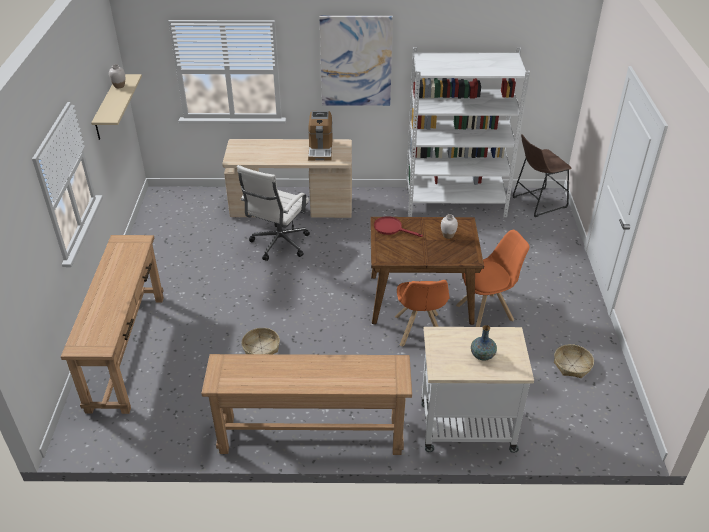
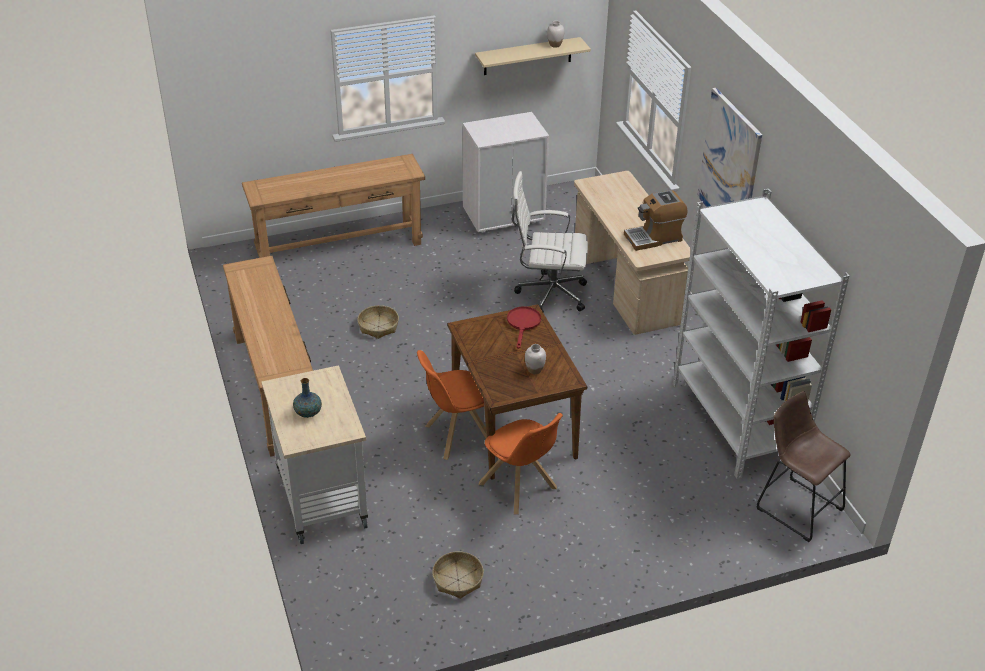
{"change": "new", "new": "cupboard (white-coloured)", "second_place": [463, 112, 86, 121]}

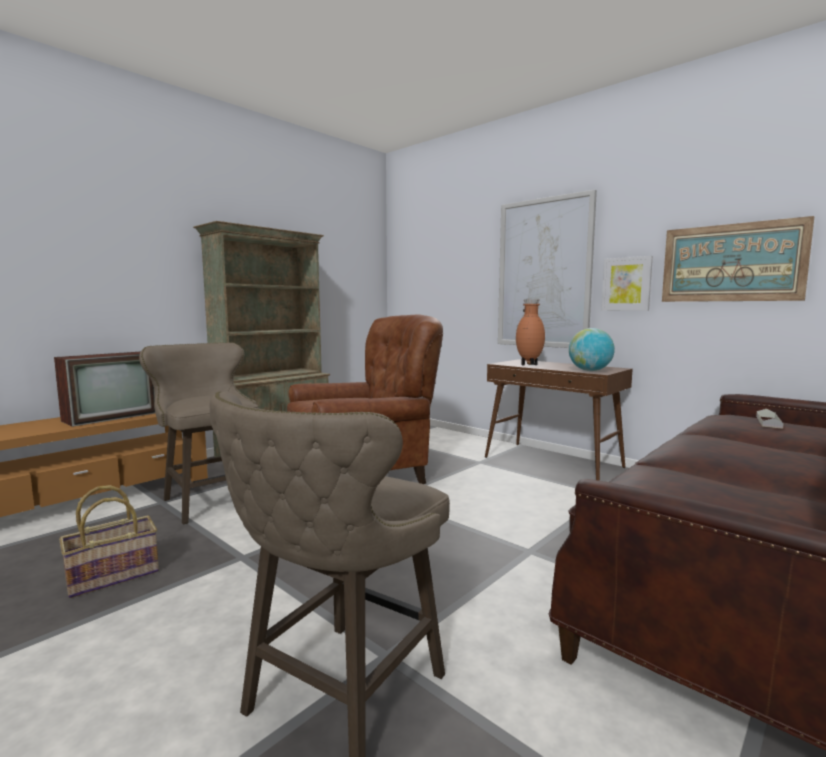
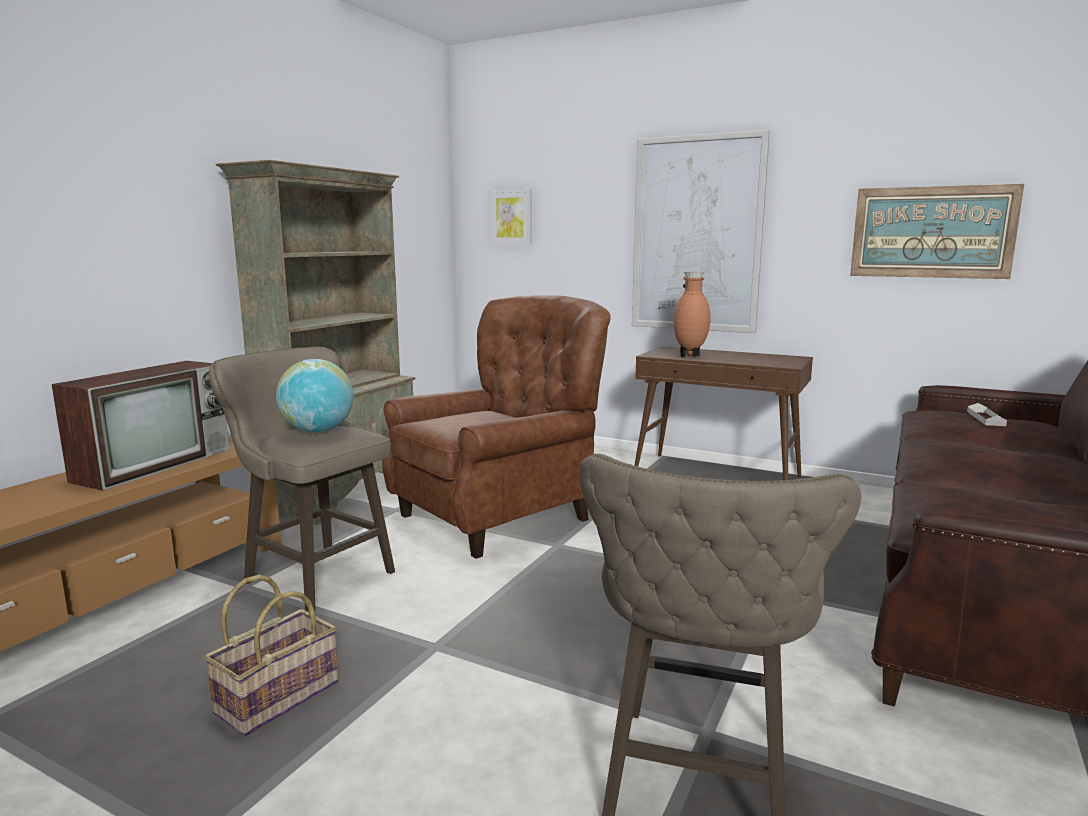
{"change": "shifted", "old": "picture", "first_place": [601, 256, 52, 55], "second_place": [489, 189, 43, 56]}
{"change": "shifted", "old": "world globe", "first_place": [569, 328, 46, 43], "second_place": [276, 359, 78, 74]}

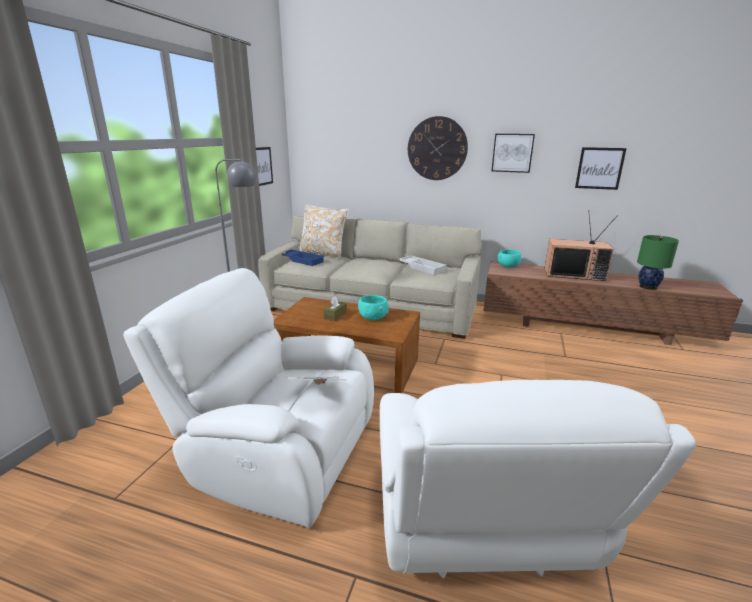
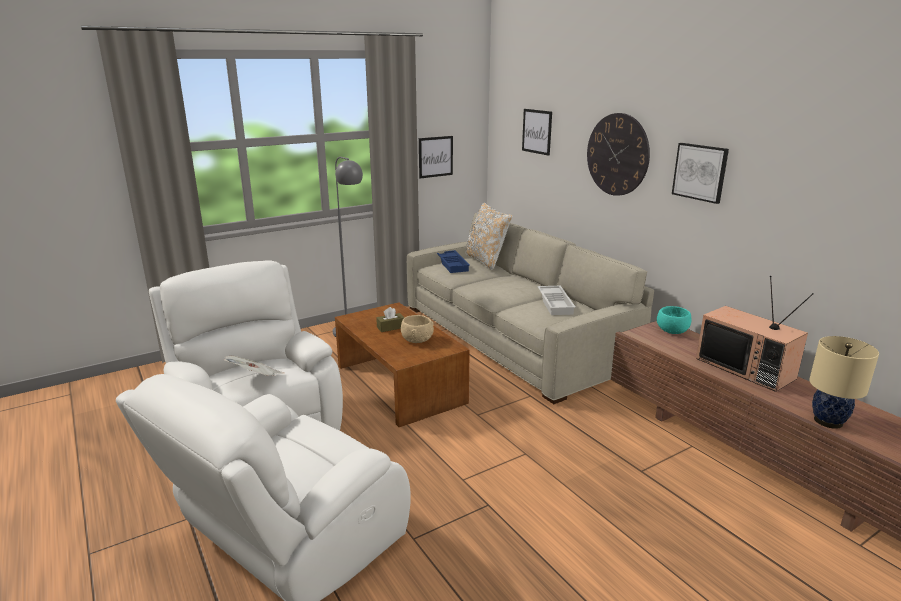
{"change": "shifted", "old": "picture", "first_place": [575, 147, 52, 43], "second_place": [522, 109, 30, 47]}
{"change": "repainted", "old": "lamp for a table (green-coloured)", "new": "lamp for a table (sand-coloured)", "first_place": [637, 235, 42, 55], "second_place": [809, 336, 70, 93]}
{"change": "repainted", "old": "deep dish (turquoise)", "new": "deep dish (sand-coloured)", "first_place": [358, 295, 31, 25], "second_place": [401, 315, 33, 28]}

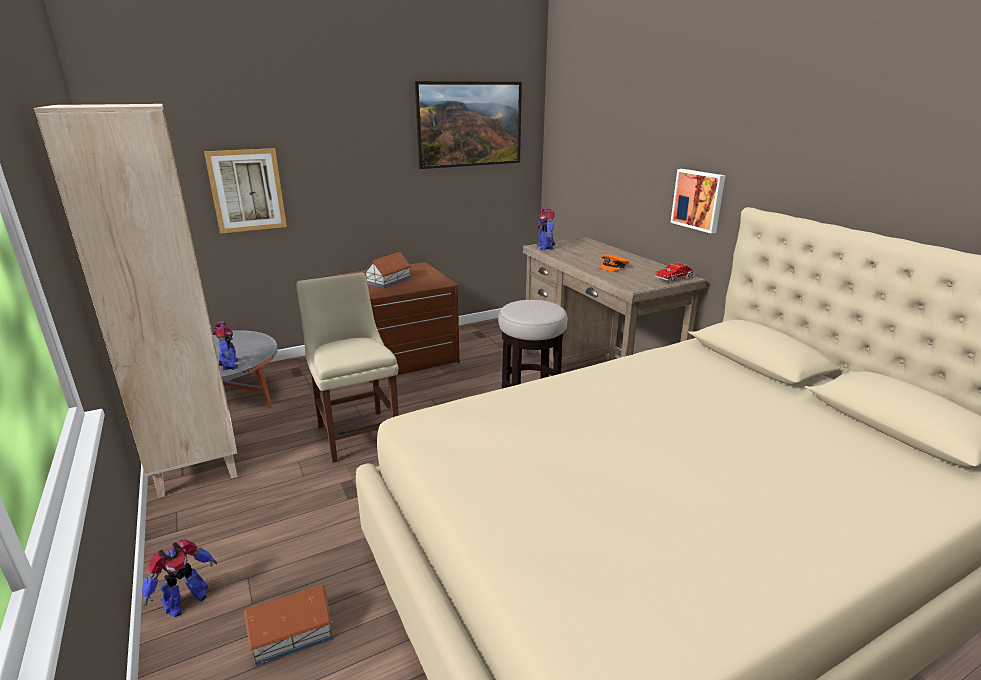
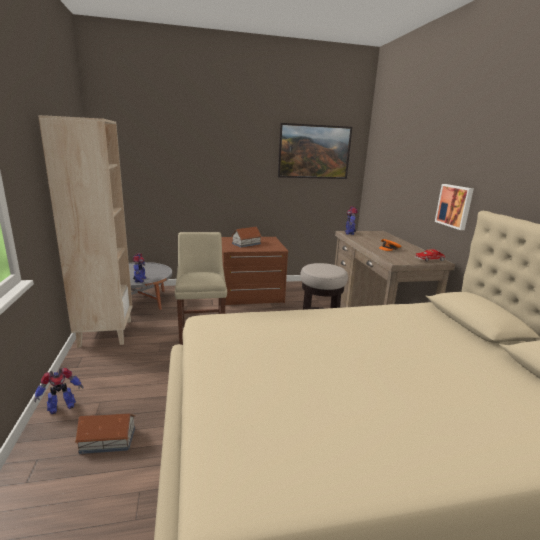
{"change": "gone", "old": "picture", "first_place": [204, 148, 83, 86]}

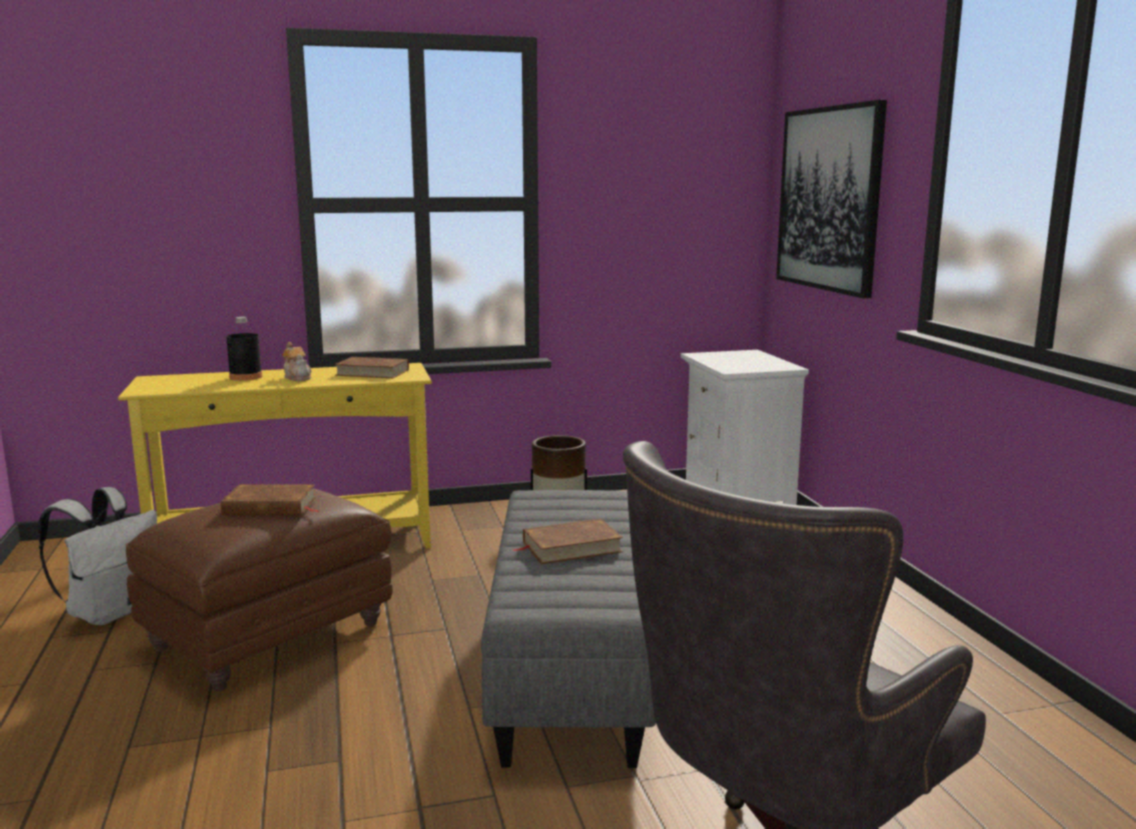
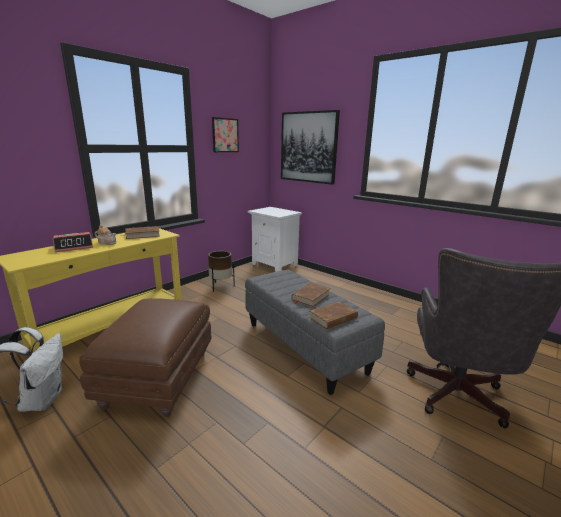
{"change": "swapped", "old": "drink bottle (blackish)", "new": "table clock", "first_place": [226, 317, 36, 64], "second_place": [53, 232, 40, 20]}
{"change": "shifted", "old": "bound book (brown)", "first_place": [221, 484, 98, 31], "second_place": [309, 301, 49, 28]}
{"change": "new", "new": "picture", "second_place": [212, 117, 27, 35]}

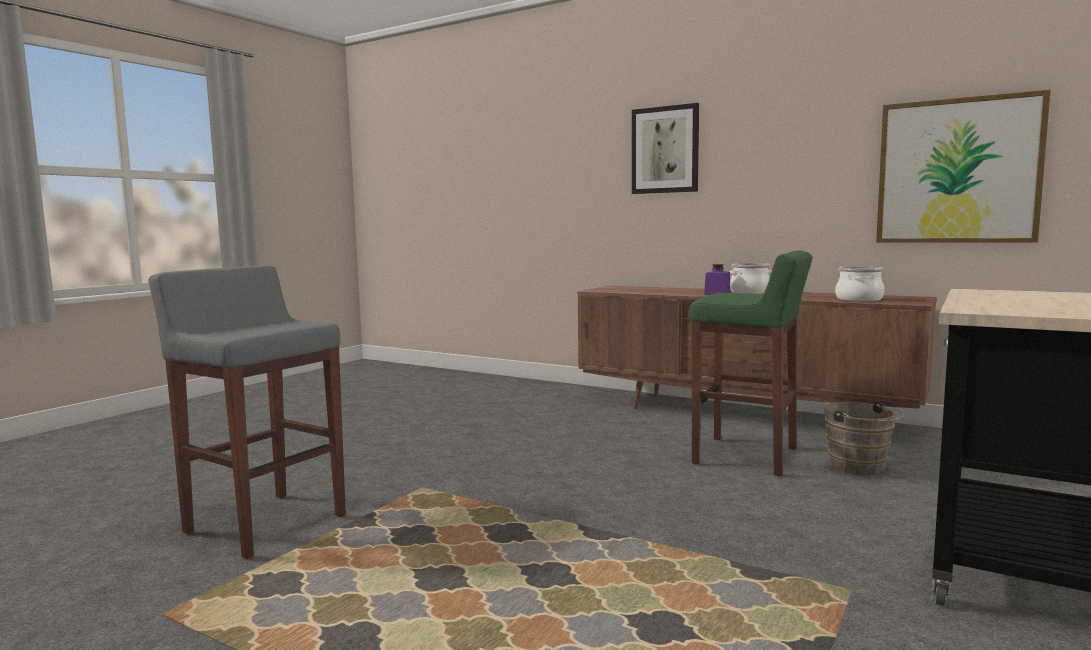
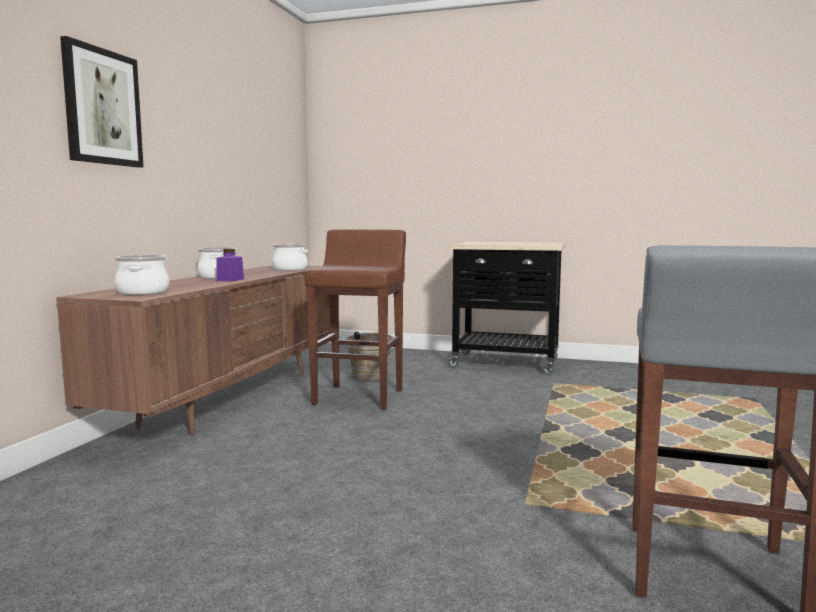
{"change": "gone", "old": "picture", "first_place": [876, 90, 175, 152]}
{"change": "repainted", "old": "stool (green-coloured)", "new": "stool (brown)", "first_place": [689, 251, 123, 225], "second_place": [305, 229, 101, 181]}
{"change": "new", "new": "stockpot", "second_place": [114, 255, 55, 40]}

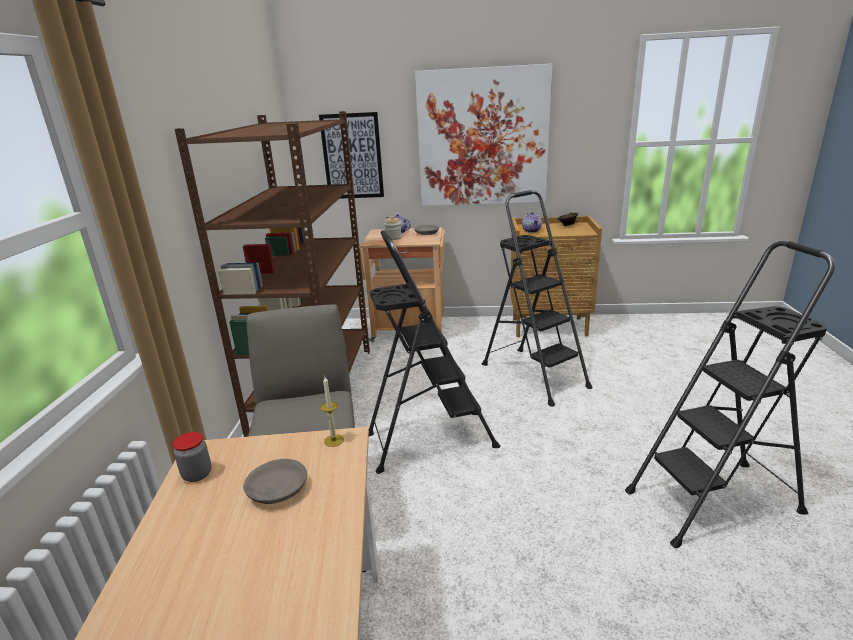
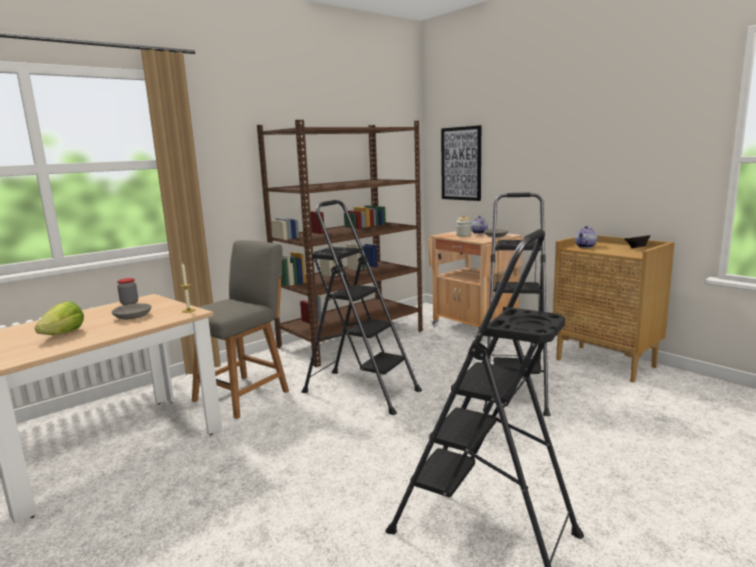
{"change": "gone", "old": "picture", "first_place": [415, 64, 137, 142]}
{"change": "new", "new": "lettuce", "second_place": [35, 301, 49, 34]}

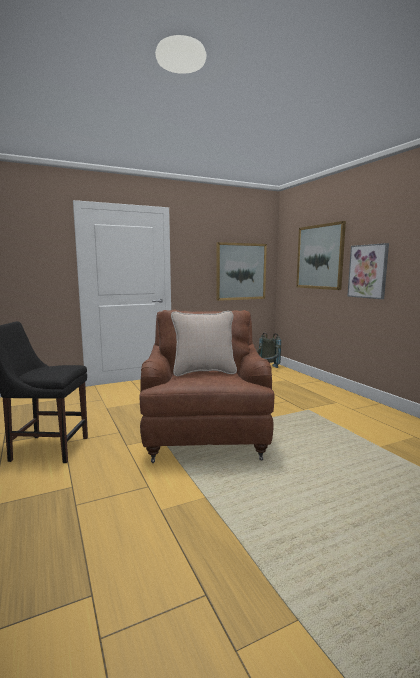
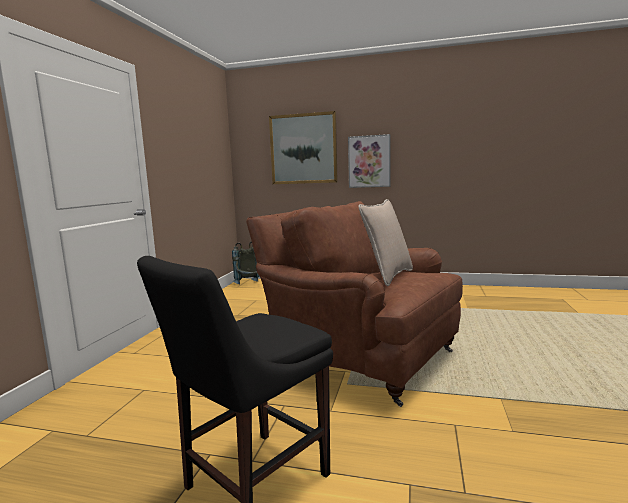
{"change": "gone", "old": "picture", "first_place": [216, 242, 51, 59]}

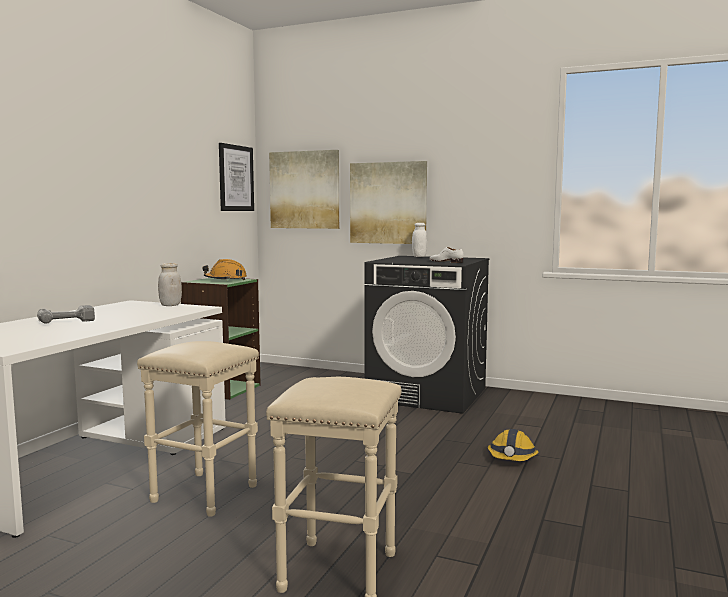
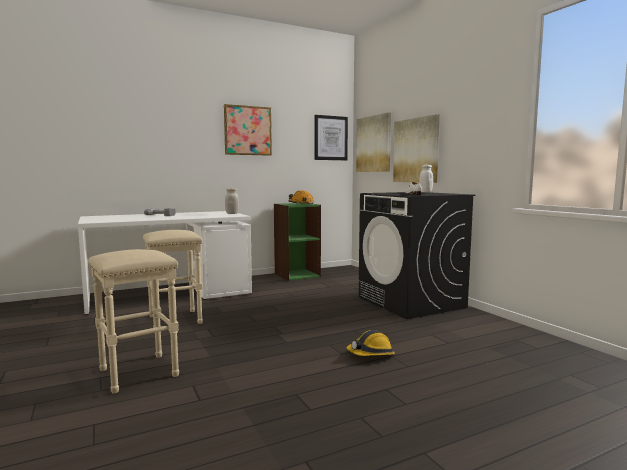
{"change": "new", "new": "picture", "second_place": [224, 104, 48, 52]}

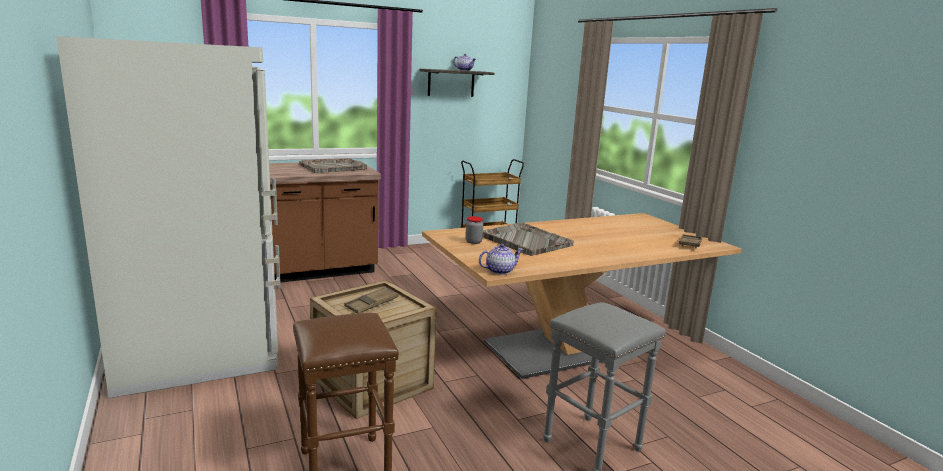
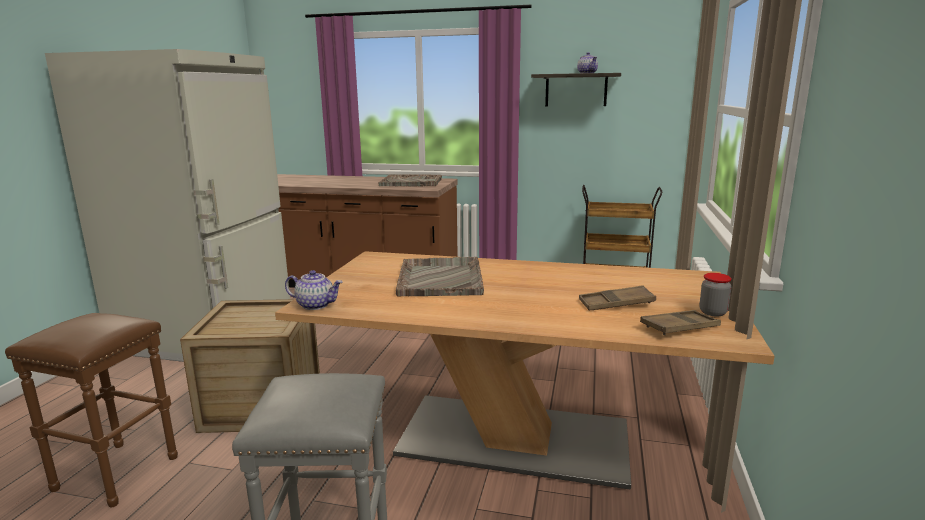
{"change": "shifted", "old": "jar", "first_place": [465, 216, 18, 28], "second_place": [700, 273, 32, 44]}
{"change": "shifted", "old": "serving tray (brown)", "first_place": [345, 287, 54, 26], "second_place": [579, 285, 77, 25]}

